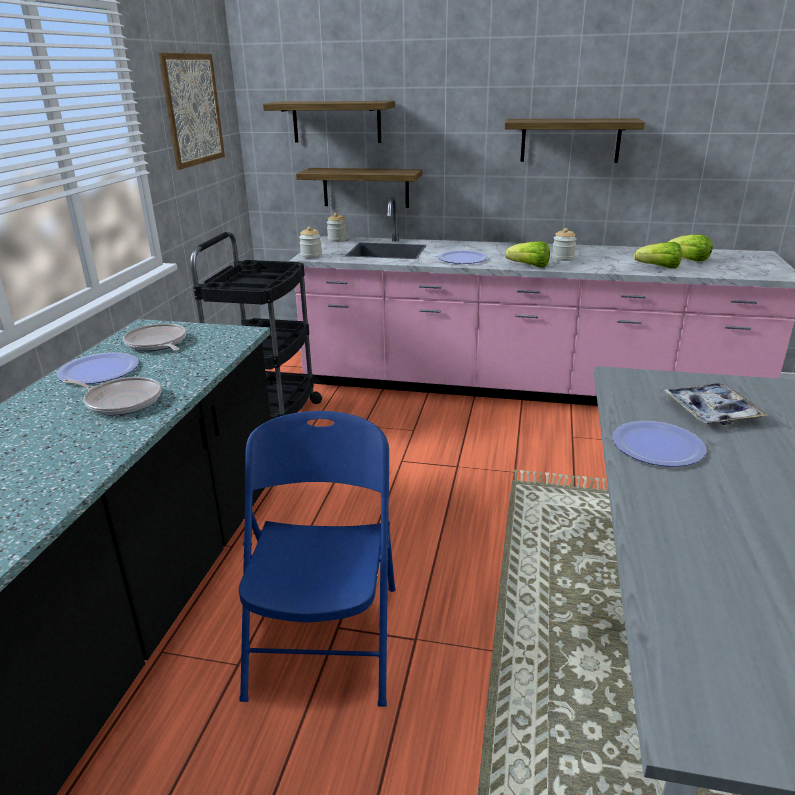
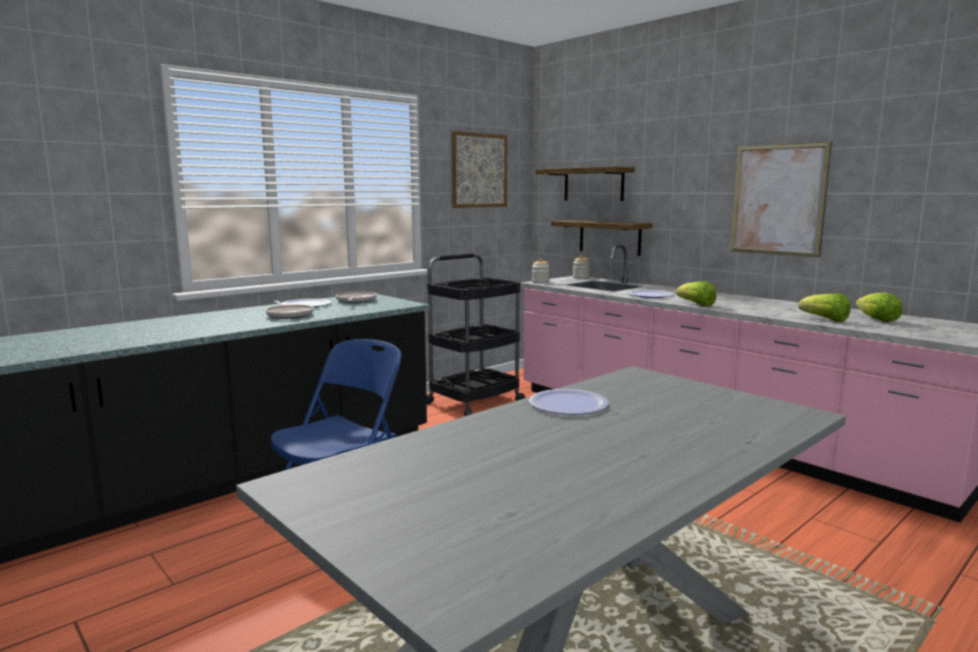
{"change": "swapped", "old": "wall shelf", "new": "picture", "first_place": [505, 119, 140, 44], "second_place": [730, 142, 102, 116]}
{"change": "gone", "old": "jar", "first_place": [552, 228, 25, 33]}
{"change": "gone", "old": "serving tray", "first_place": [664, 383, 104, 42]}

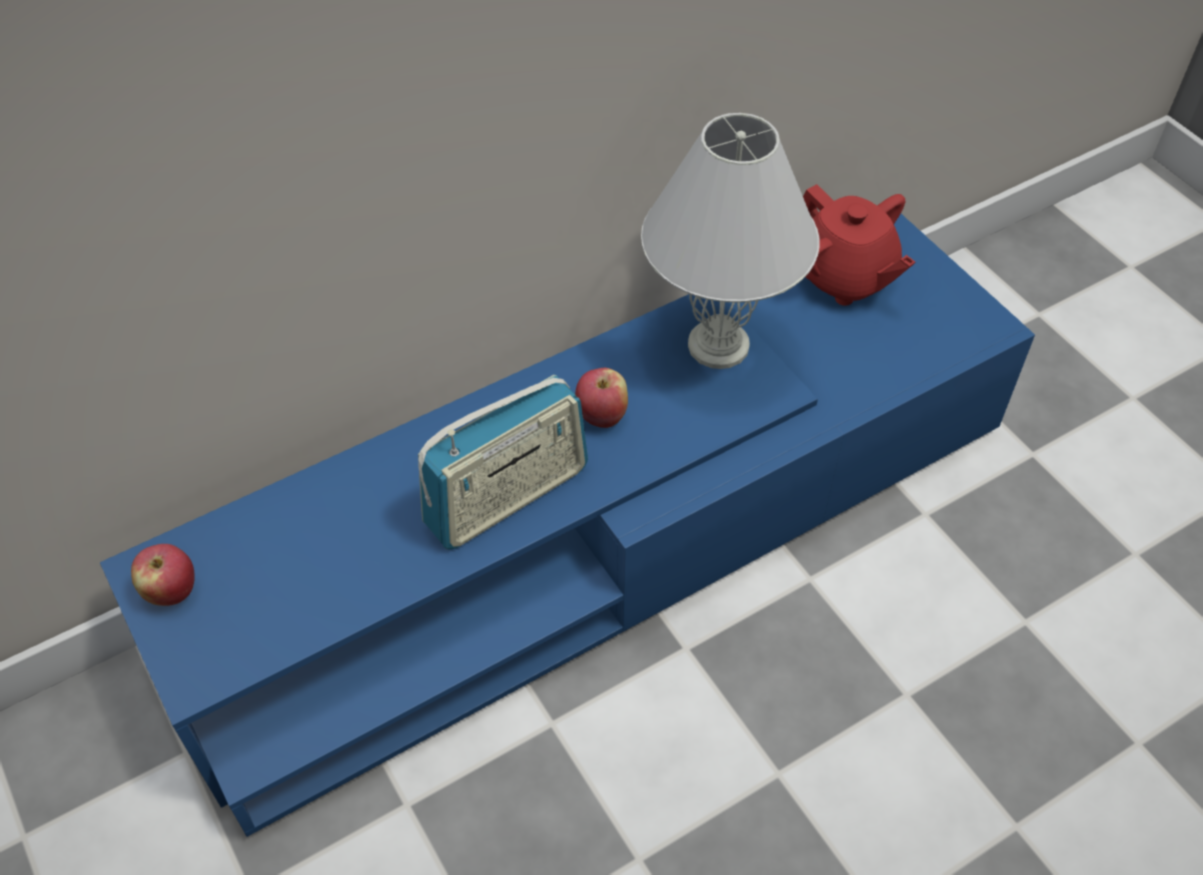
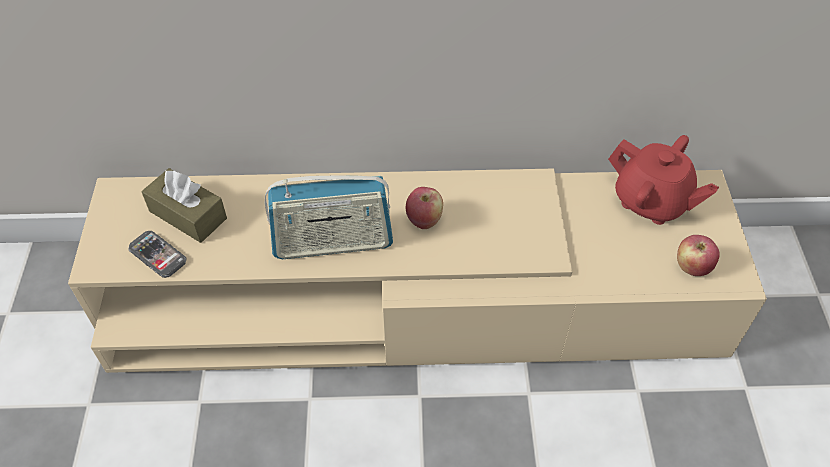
{"change": "gone", "old": "lamp for a table (white-coloured)", "first_place": [641, 113, 179, 256]}
{"change": "rotated", "old": "teapot (red)", "first_place": [803, 184, 112, 122], "second_place": [608, 135, 111, 90], "degrees": -45}
{"change": "repainted", "old": "tv stand (bluish)", "new": "tv stand (sand-coloured)", "first_place": [100, 213, 935, 624], "second_place": [68, 168, 699, 205]}
{"change": "shifted", "old": "apple", "first_place": [131, 544, 64, 62], "second_place": [677, 235, 43, 41]}
{"change": "new", "new": "box of tissues (brown)", "second_place": [142, 168, 85, 75]}
{"change": "new", "new": "handset", "second_place": [128, 231, 58, 47]}

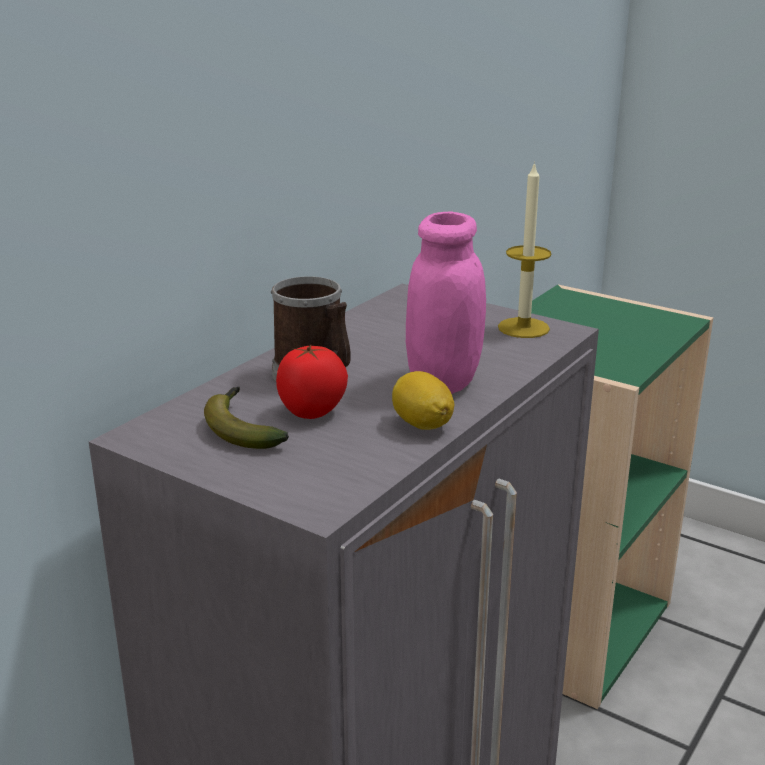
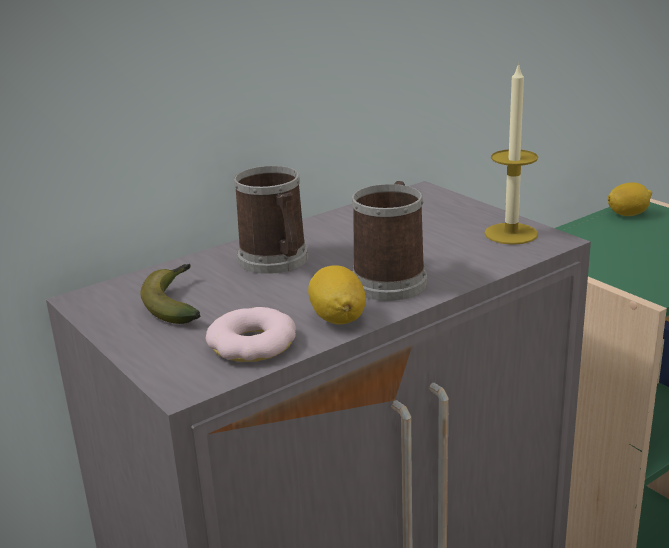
{"change": "swapped", "old": "jar (pink)", "new": "mug", "first_place": [406, 211, 80, 183], "second_place": [352, 181, 75, 120]}
{"change": "gone", "old": "whole tomato", "first_place": [276, 345, 72, 74]}
{"change": "new", "new": "whole lemon", "second_place": [608, 183, 44, 33]}
{"change": "new", "new": "doughnut", "second_place": [206, 307, 90, 55]}

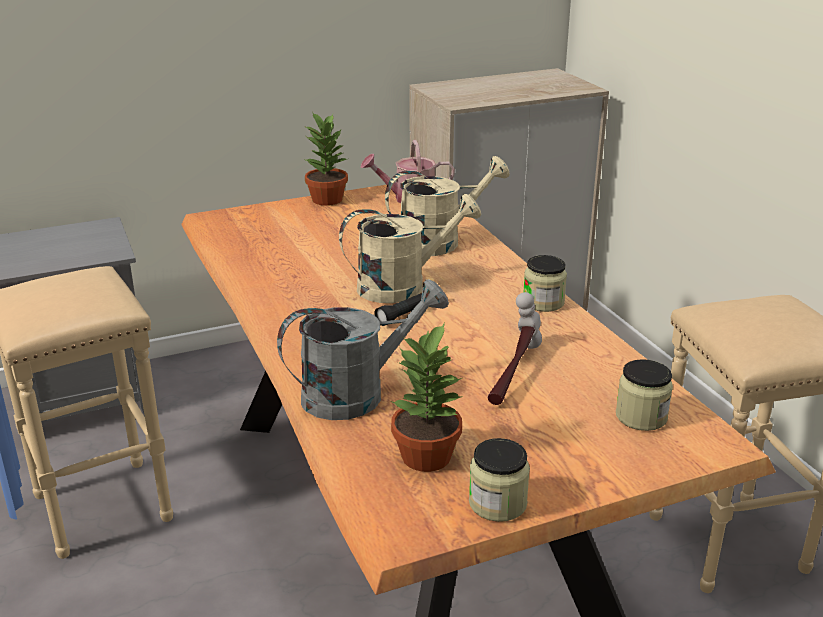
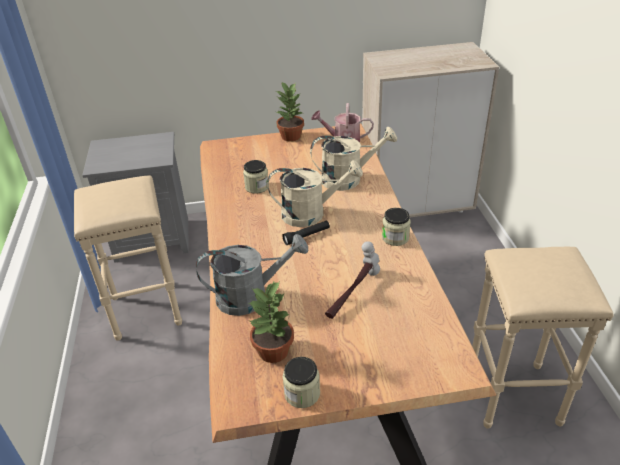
{"change": "shifted", "old": "jar", "first_place": [616, 359, 57, 72], "second_place": [243, 160, 26, 34]}

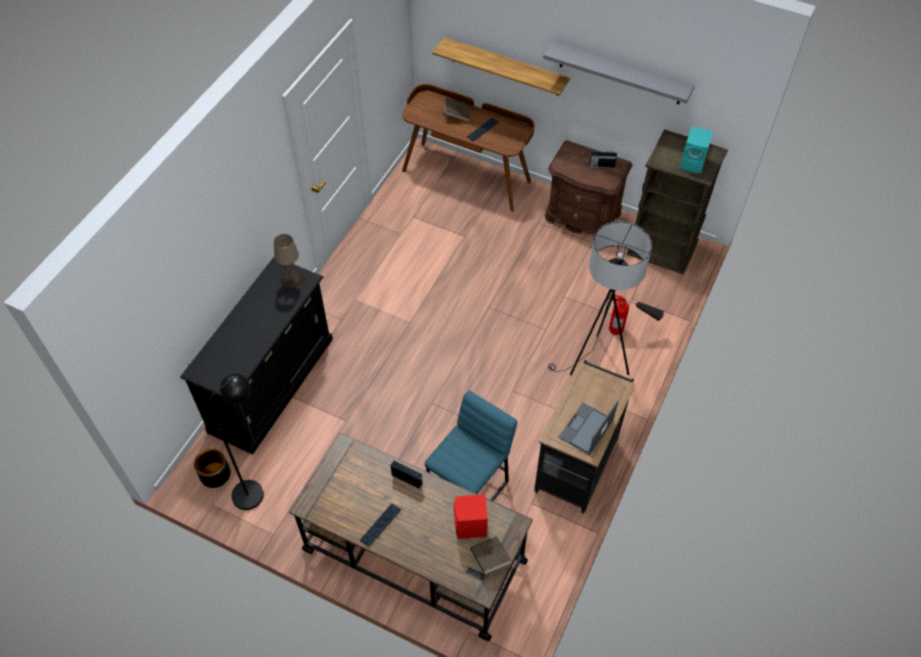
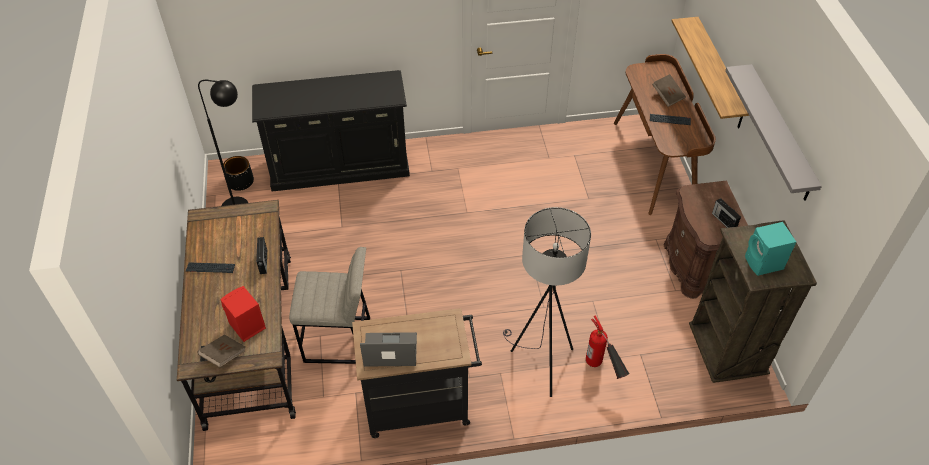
{"change": "gone", "old": "lamp for a table (sand-coloured)", "first_place": [274, 234, 30, 55]}
{"change": "swapped", "old": "stool (bluish)", "new": "chair (grey)", "first_place": [425, 390, 92, 111], "second_place": [289, 247, 81, 117]}

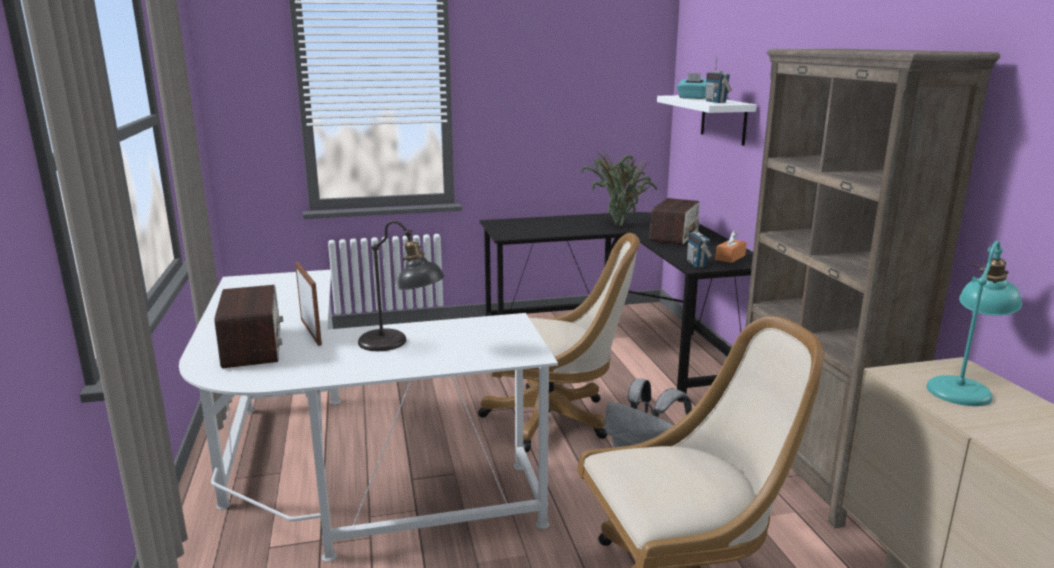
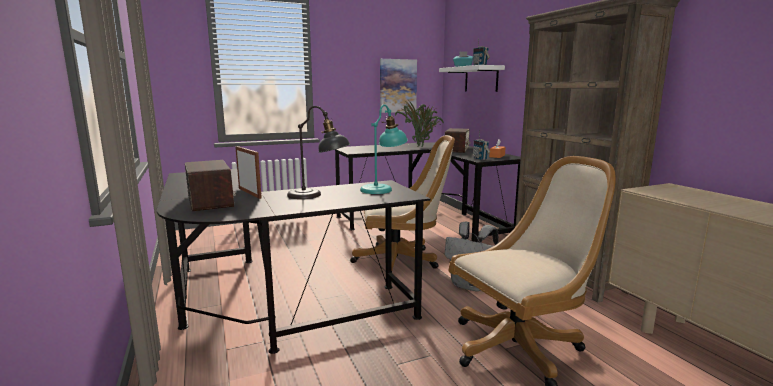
{"change": "shifted", "old": "lamp for a table (turquoise)", "first_place": [926, 241, 96, 165], "second_place": [360, 104, 48, 90]}
{"change": "repainted", "old": "desk (white-coloured)", "new": "desk (blackish)", "first_place": [179, 270, 379, 292], "second_place": [157, 169, 273, 185]}
{"change": "new", "new": "picture", "second_place": [380, 59, 37, 54]}

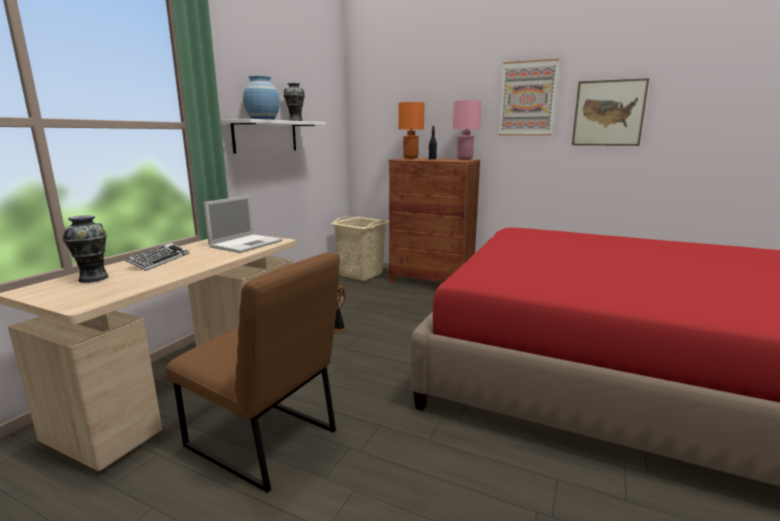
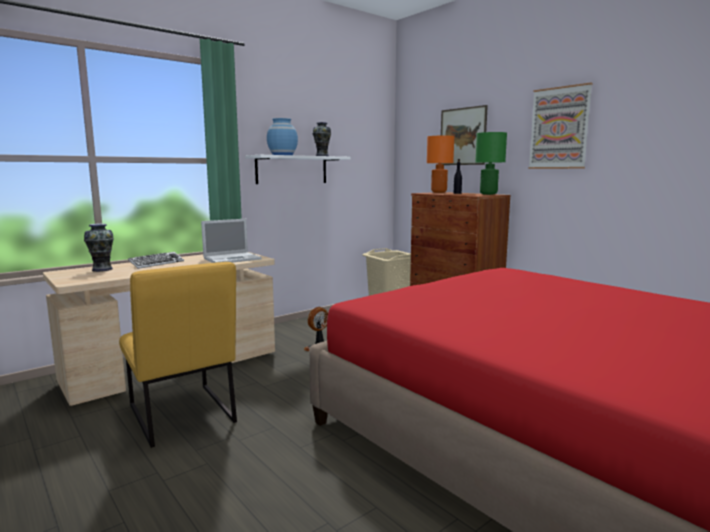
{"change": "shifted", "old": "picture", "first_place": [572, 78, 77, 68], "second_place": [441, 105, 47, 60]}
{"change": "repainted", "old": "lamp for a table (pink)", "new": "lamp for a table (green-coloured)", "first_place": [453, 100, 29, 60], "second_place": [476, 132, 31, 63]}
{"change": "repainted", "old": "chair (brown)", "new": "chair (yellow-coloured)", "first_place": [166, 252, 174, 241], "second_place": [119, 262, 118, 186]}

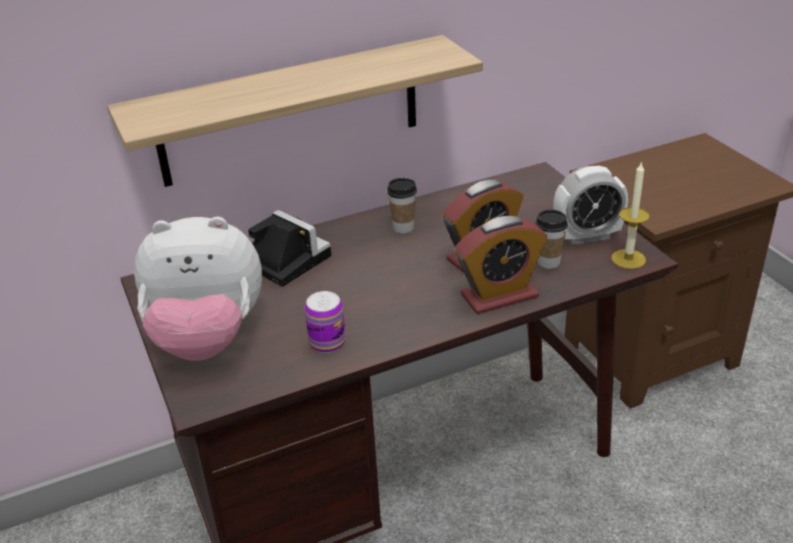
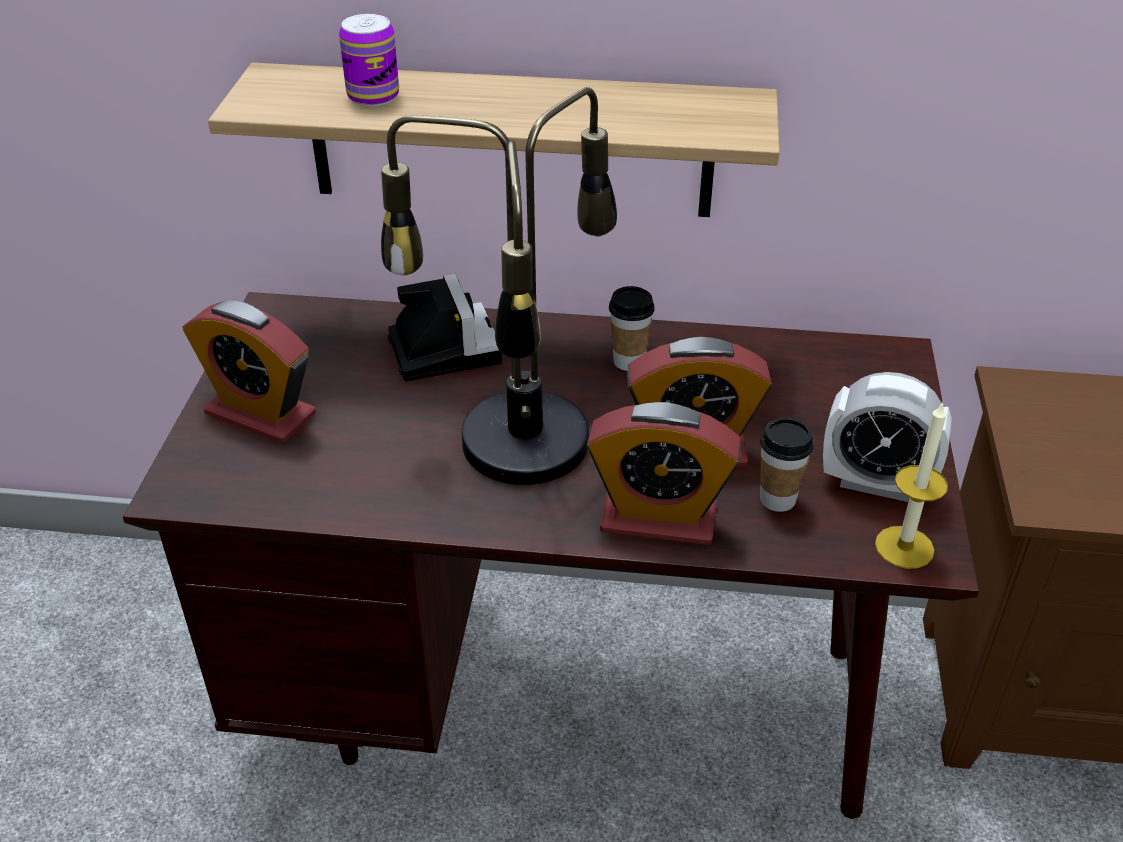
{"change": "swapped", "old": "soft toy", "new": "table clock", "first_place": [134, 217, 128, 144], "second_place": [182, 301, 134, 142]}
{"change": "shifted", "old": "can", "first_place": [305, 291, 41, 62], "second_place": [339, 14, 60, 92]}
{"change": "new", "new": "lamp for a table", "second_place": [381, 87, 236, 398]}

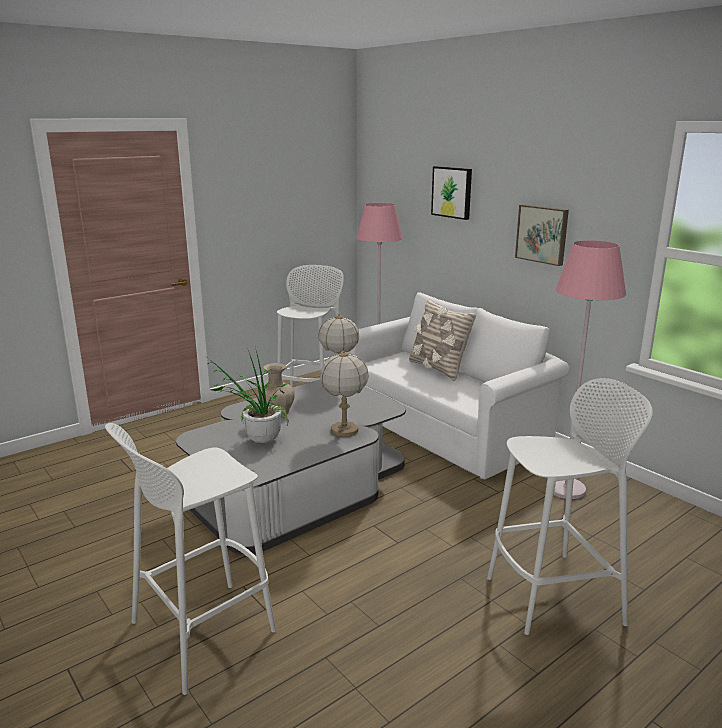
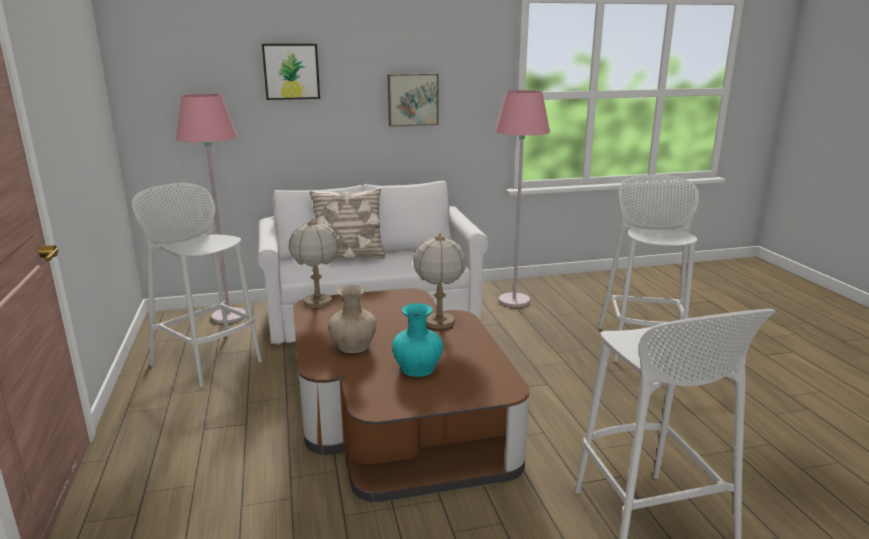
{"change": "swapped", "old": "plant in a pot", "new": "decorative vase (turquoise)", "first_place": [207, 350, 83, 93], "second_place": [392, 303, 51, 74]}
{"change": "repainted", "old": "coffee table (grey)", "new": "coffee table (brown)", "first_place": [176, 380, 230, 175], "second_place": [293, 288, 236, 215]}

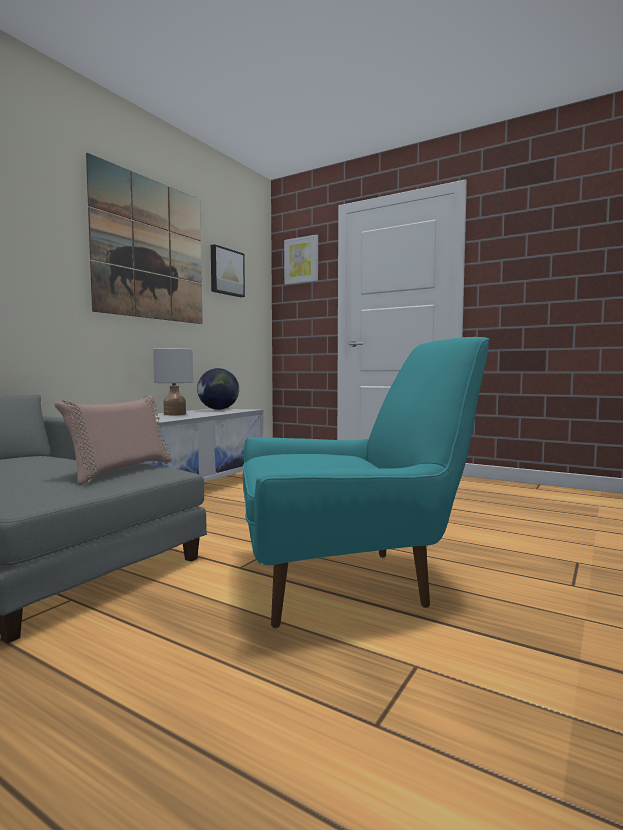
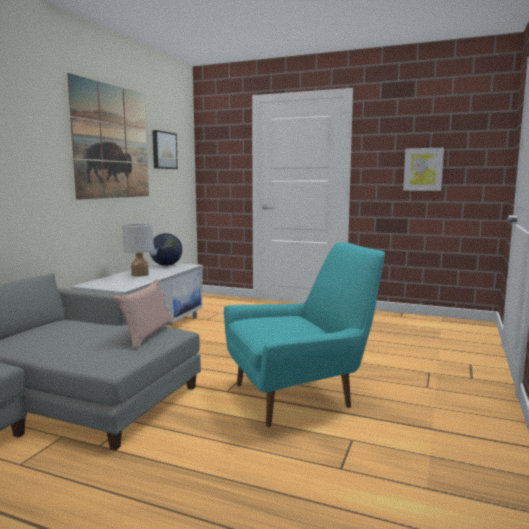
{"change": "shifted", "old": "picture", "first_place": [284, 234, 34, 51], "second_place": [403, 148, 41, 43]}

